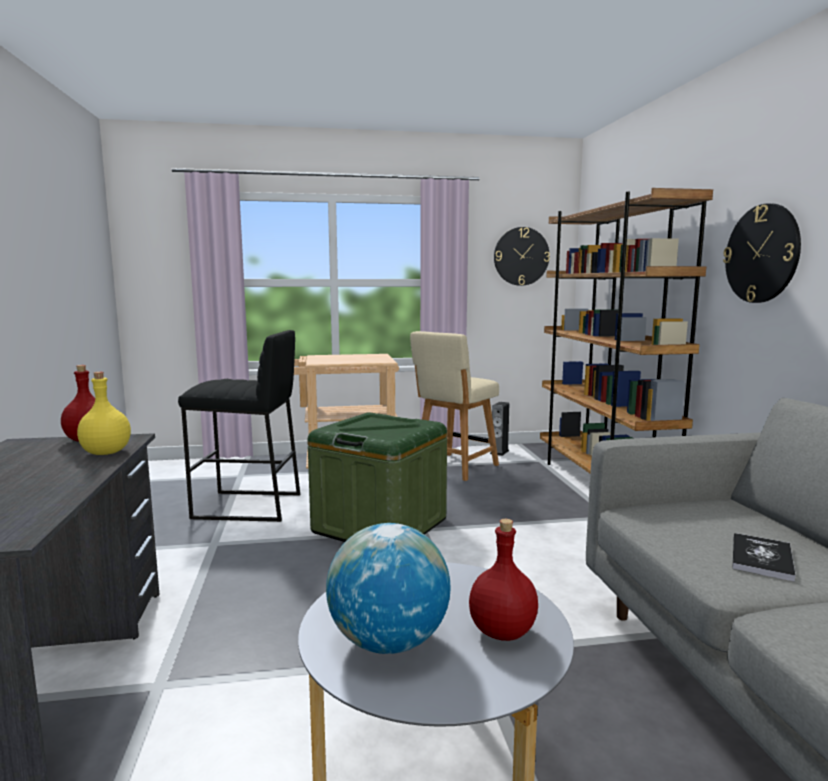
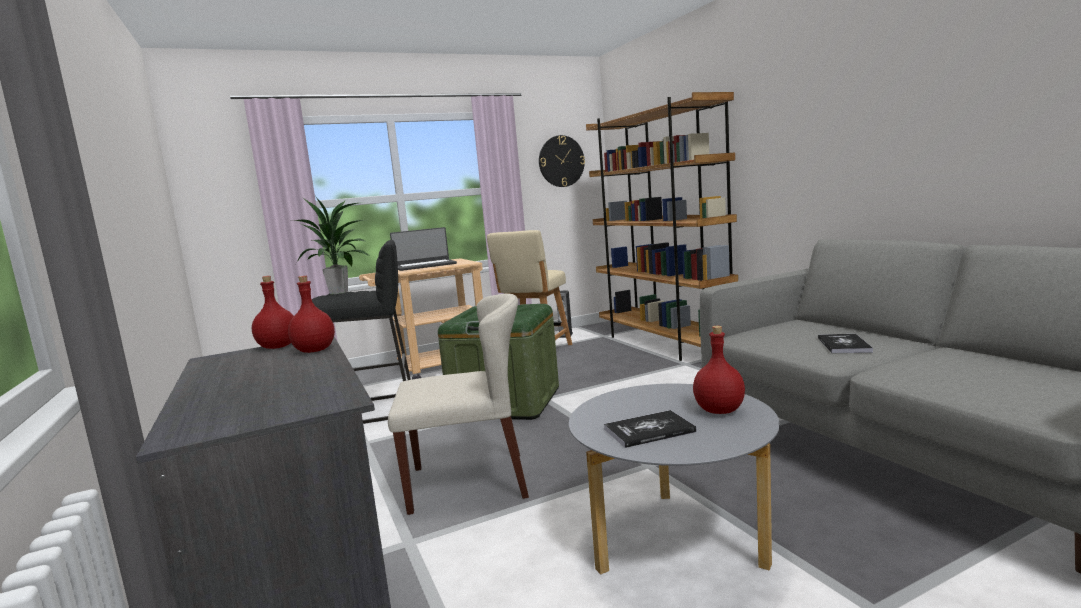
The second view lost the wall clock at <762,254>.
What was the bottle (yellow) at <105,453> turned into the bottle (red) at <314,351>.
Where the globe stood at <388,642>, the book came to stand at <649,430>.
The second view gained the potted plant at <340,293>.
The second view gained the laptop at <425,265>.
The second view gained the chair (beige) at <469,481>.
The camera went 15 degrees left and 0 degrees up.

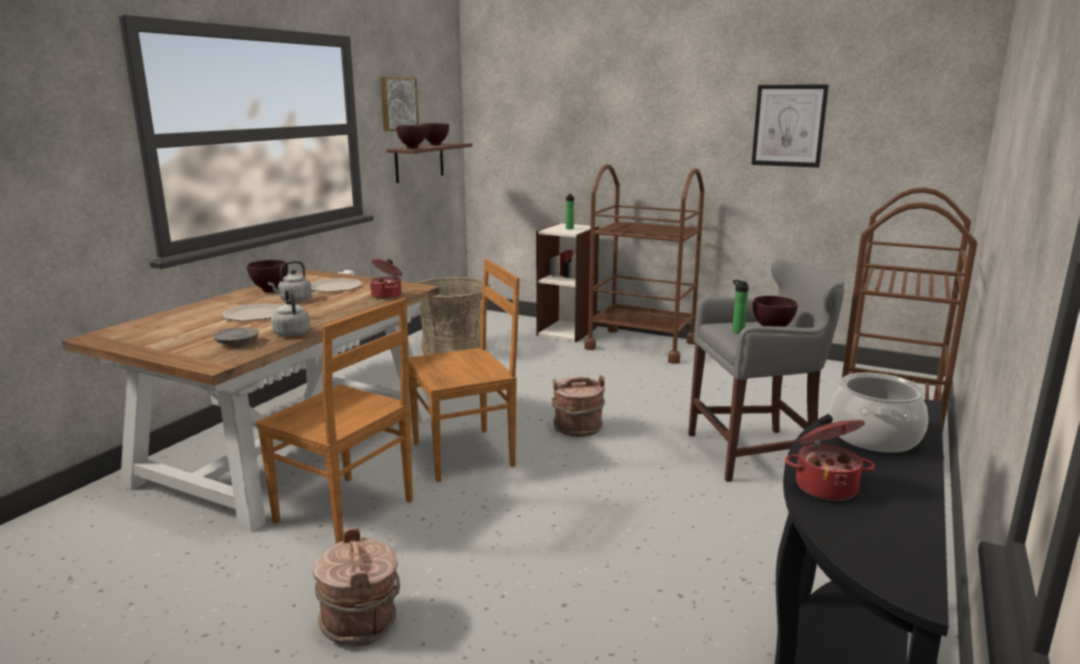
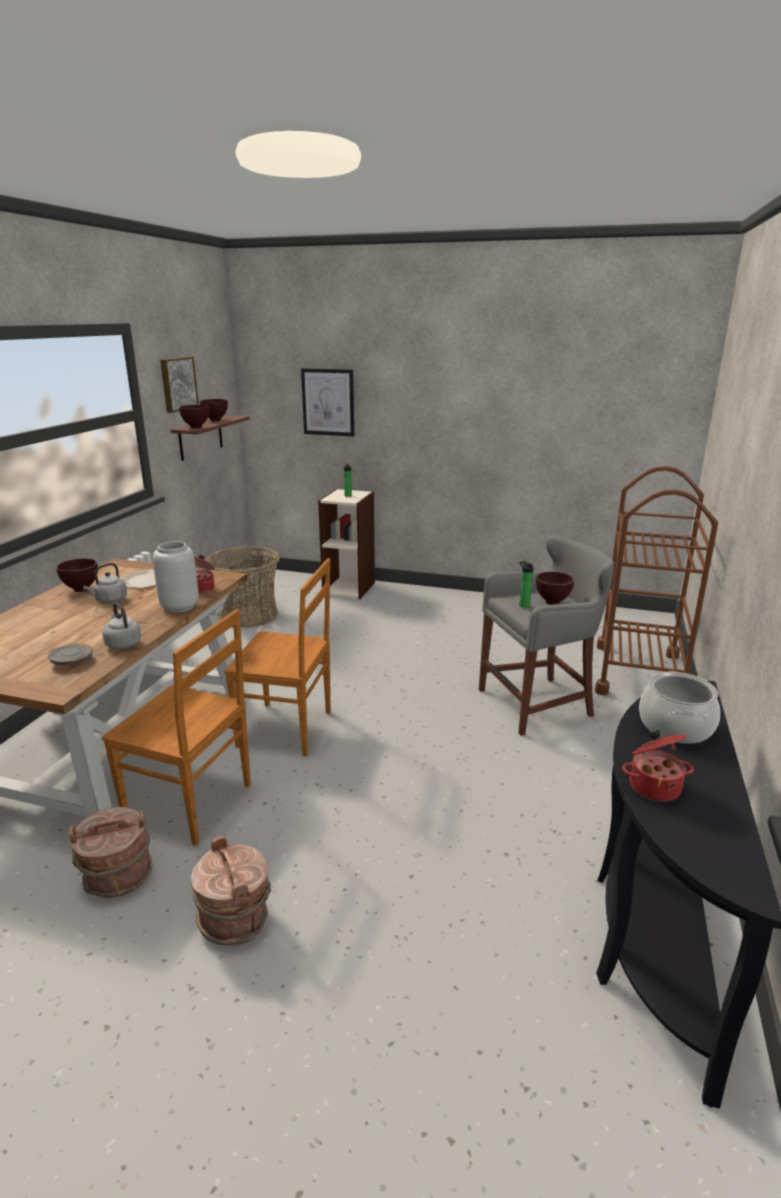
The picture ended up elsewhere, having gone from <789,125> to <328,402>.
The second view lost the cart (brown) at <641,345>.
The chair (brown) at <466,454> ended up facing another way, 45 degrees clockwise from before.
The second view lost the plate at <254,314>.
The bucket (brown) ended up elsewhere, having gone from <577,428> to <118,877>.
The second view gained the vase (grey) at <180,607>.
The camera went 10 degrees left and 5 degrees up.

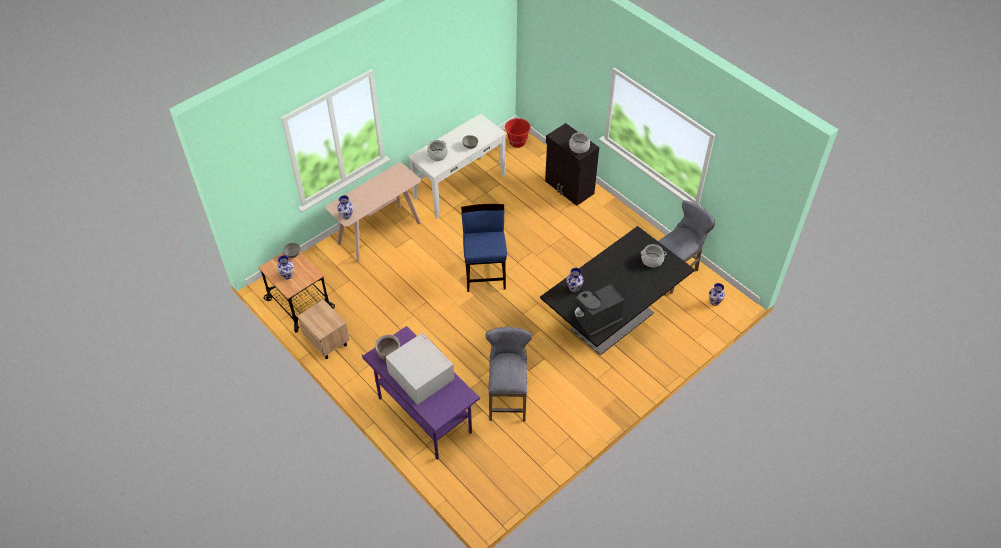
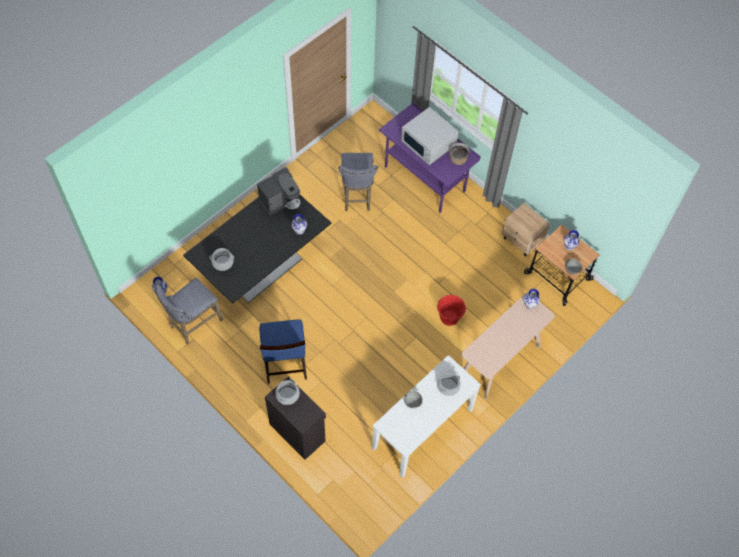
The bucket (red) ended up elsewhere, having gone from <517,142> to <449,318>.
The chair (blue) ended up elsewhere, having gone from <485,274> to <285,363>.
The camera went 175 degrees right and 10 degrees up.

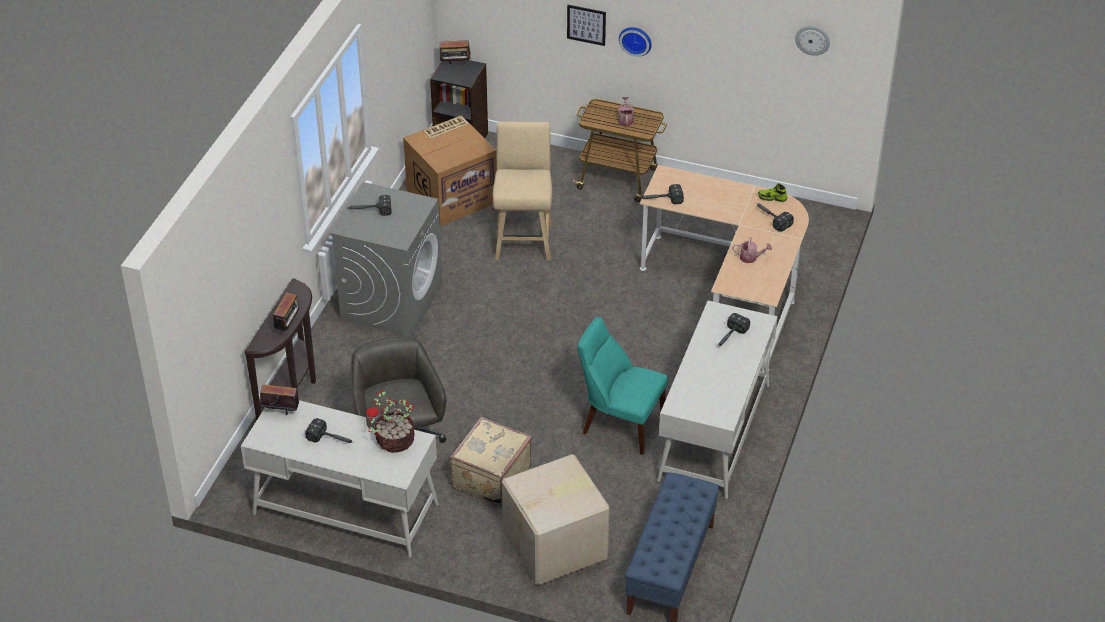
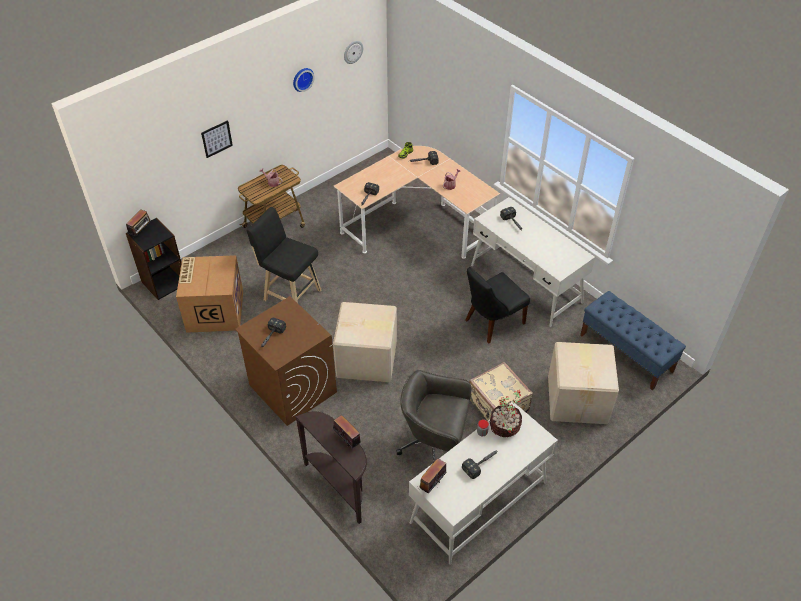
The wall clock ended up elsewhere, having gone from <636,40> to <302,79>.
What was the stool (beige) at <523,239> turned into the stool (black) at <290,294>.
What was the washing machine (grey) at <392,301> turned into the washing machine (brown) at <292,388>.
What was the chair (turquoise) at <619,424> turned into the chair (black) at <492,322>.
The second view gained the cardboard box at <367,360>.
The camera went 60 degrees left and 5 degrees up.

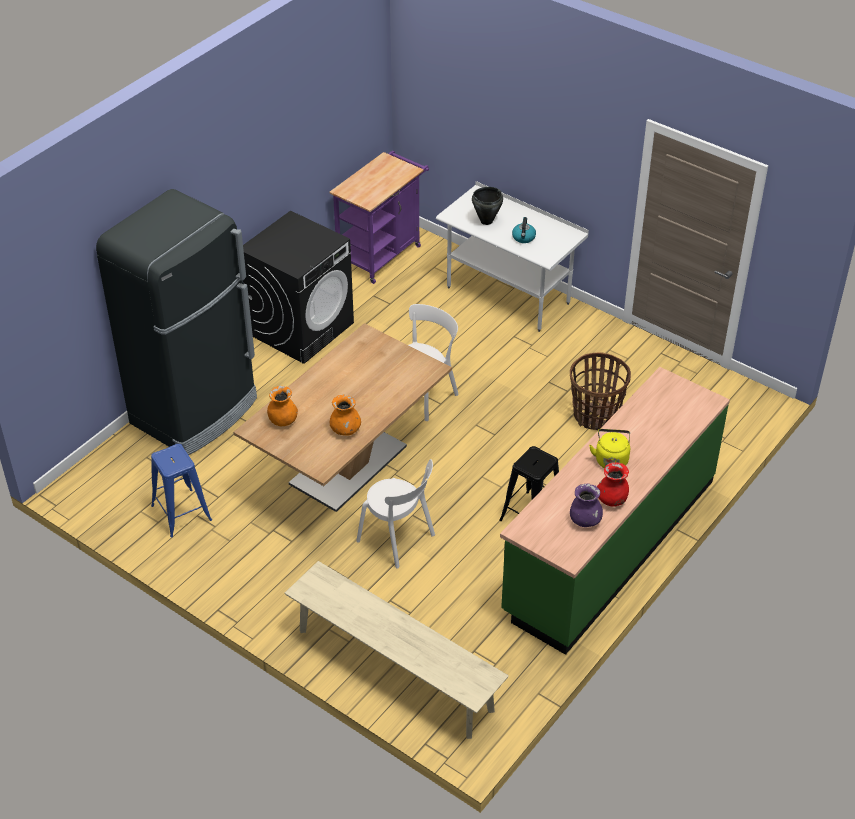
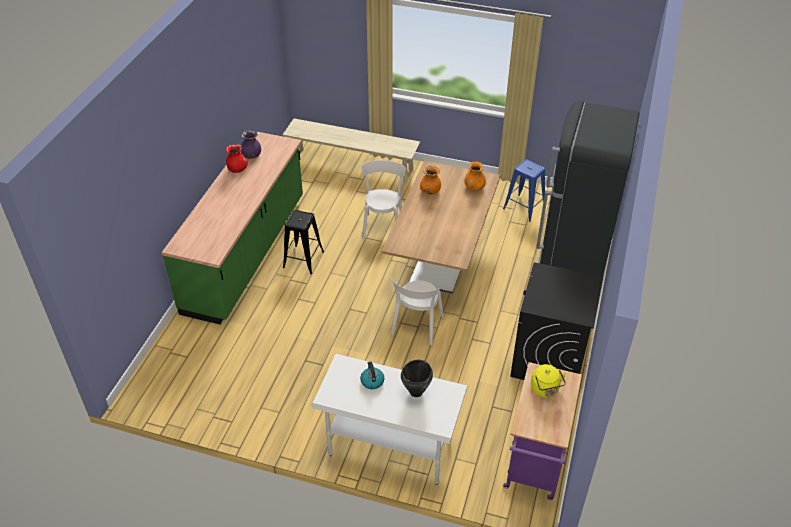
The second view lost the basket at <595,416>.
The kettle (yellow) ended up elsewhere, having gone from <611,459> to <545,390>.
The chair (white) at <398,539> ended up facing another way, 75 degrees clockwise from before.
The camera went 160 degrees right and 0 degrees up.

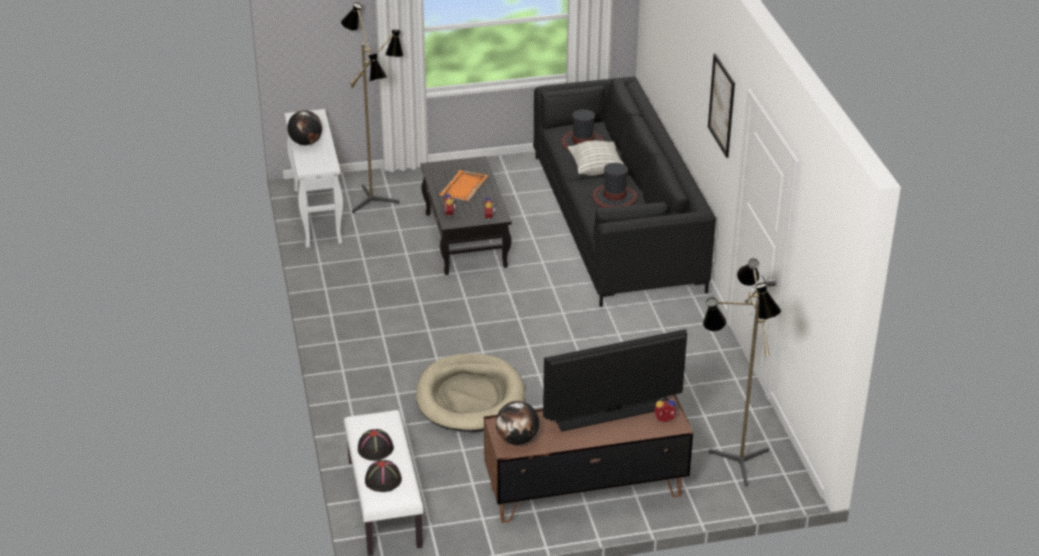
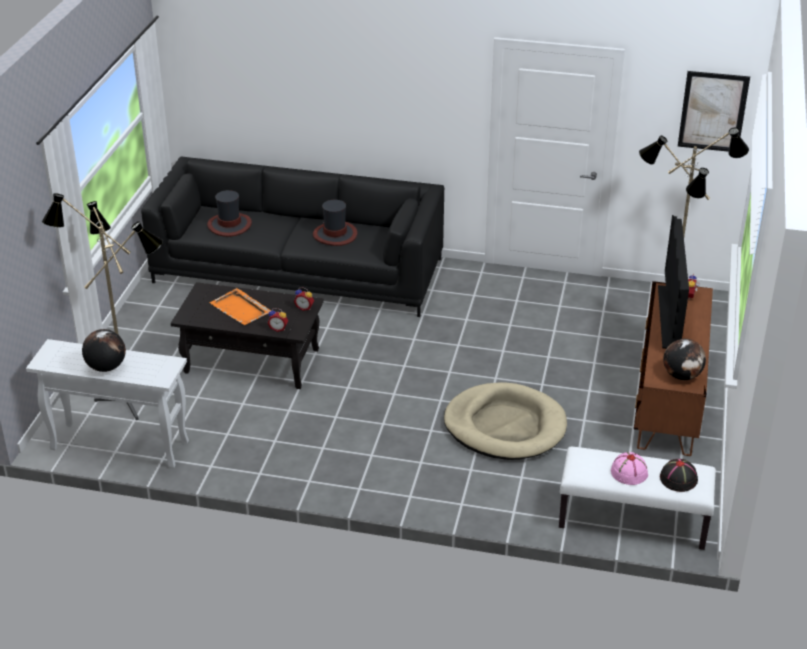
The picture ended up elsewhere, having gone from <721,105> to <713,111>.
The second view lost the pillow at <596,169>.
What was the hat (black) at <375,448> turned into the hat (pink) at <628,472>.
The camera went 65 degrees left and 0 degrees up.

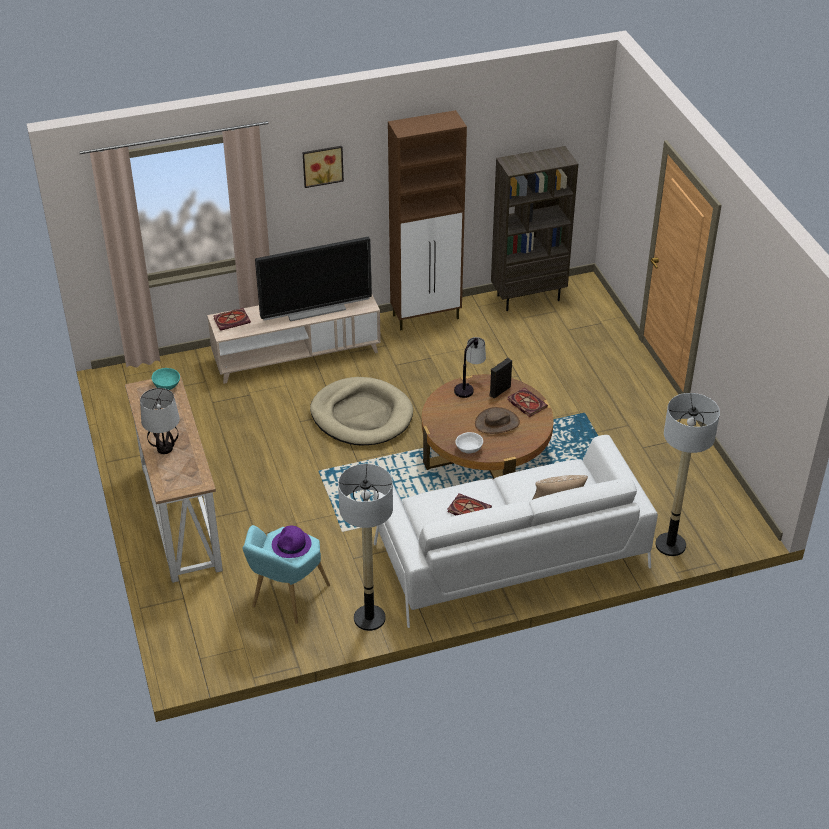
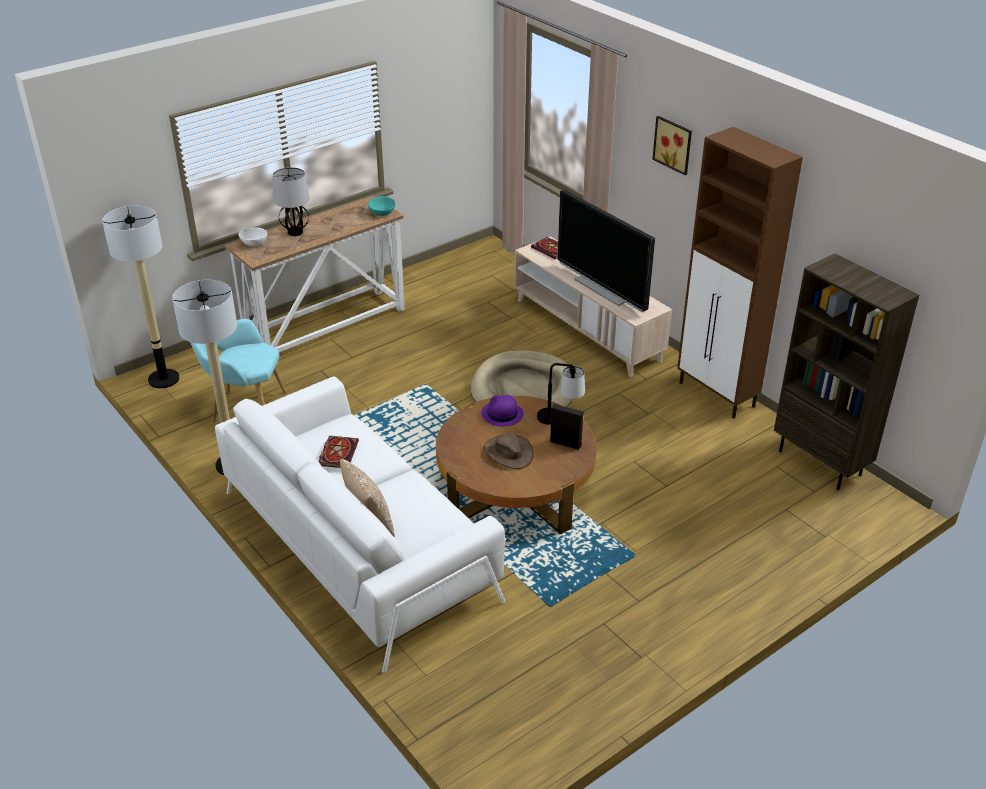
The second view lost the book at <526,403>.
The floor lamp ended up elsewhere, having gone from <670,545> to <163,379>.
The bowl (white) ended up elsewhere, having gone from <469,449> to <254,243>.
The hat (purple) ended up elsewhere, having gone from <291,545> to <502,414>.
The camera went 70 degrees right and 5 degrees down.

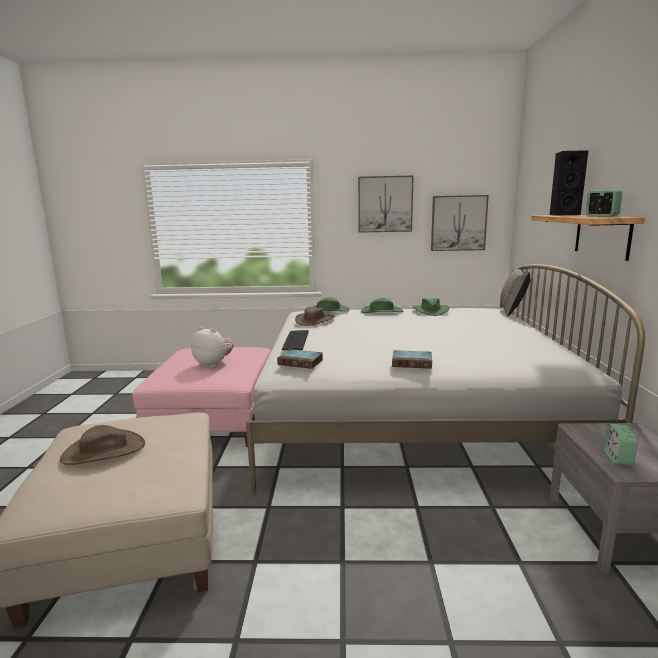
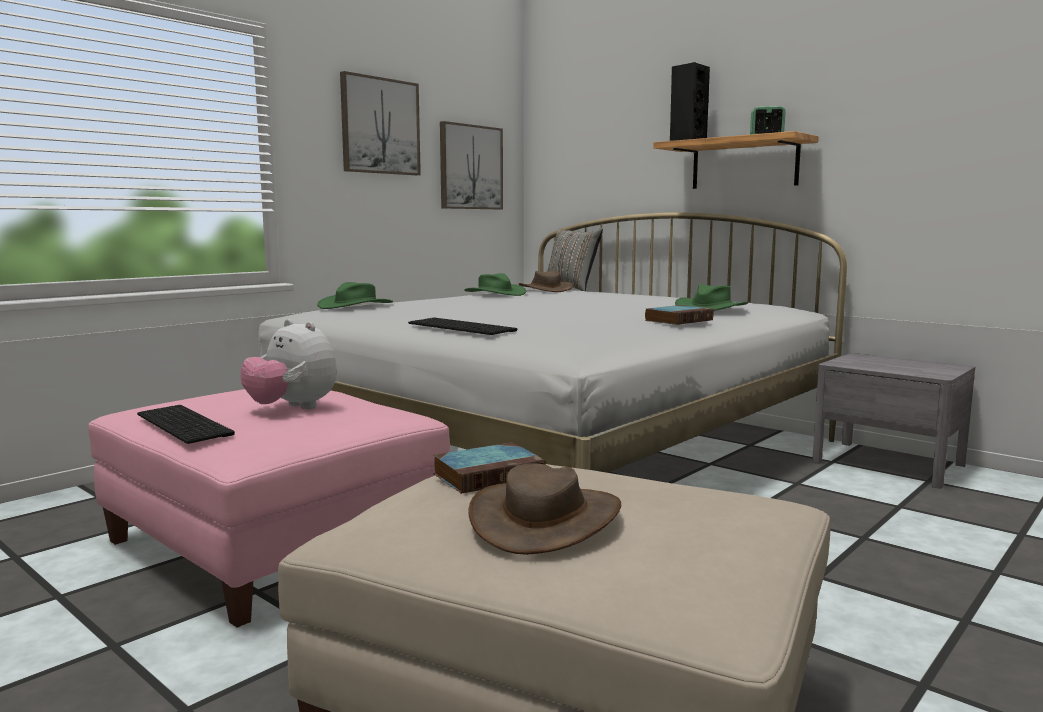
The hat (green) ended up elsewhere, having gone from <381,311> to <710,309>.
The hat (brown) ended up elsewhere, having gone from <315,320> to <545,289>.
The plush toy at <214,364> ended up facing another way, 120 degrees counterclockwise from before.
The book ended up elsewhere, having gone from <301,362> to <490,475>.
The second view lost the alarm clock at <617,458>.
The second view gained the keyboard at <187,424>.
The camera went 50 degrees left and 5 degrees down.

